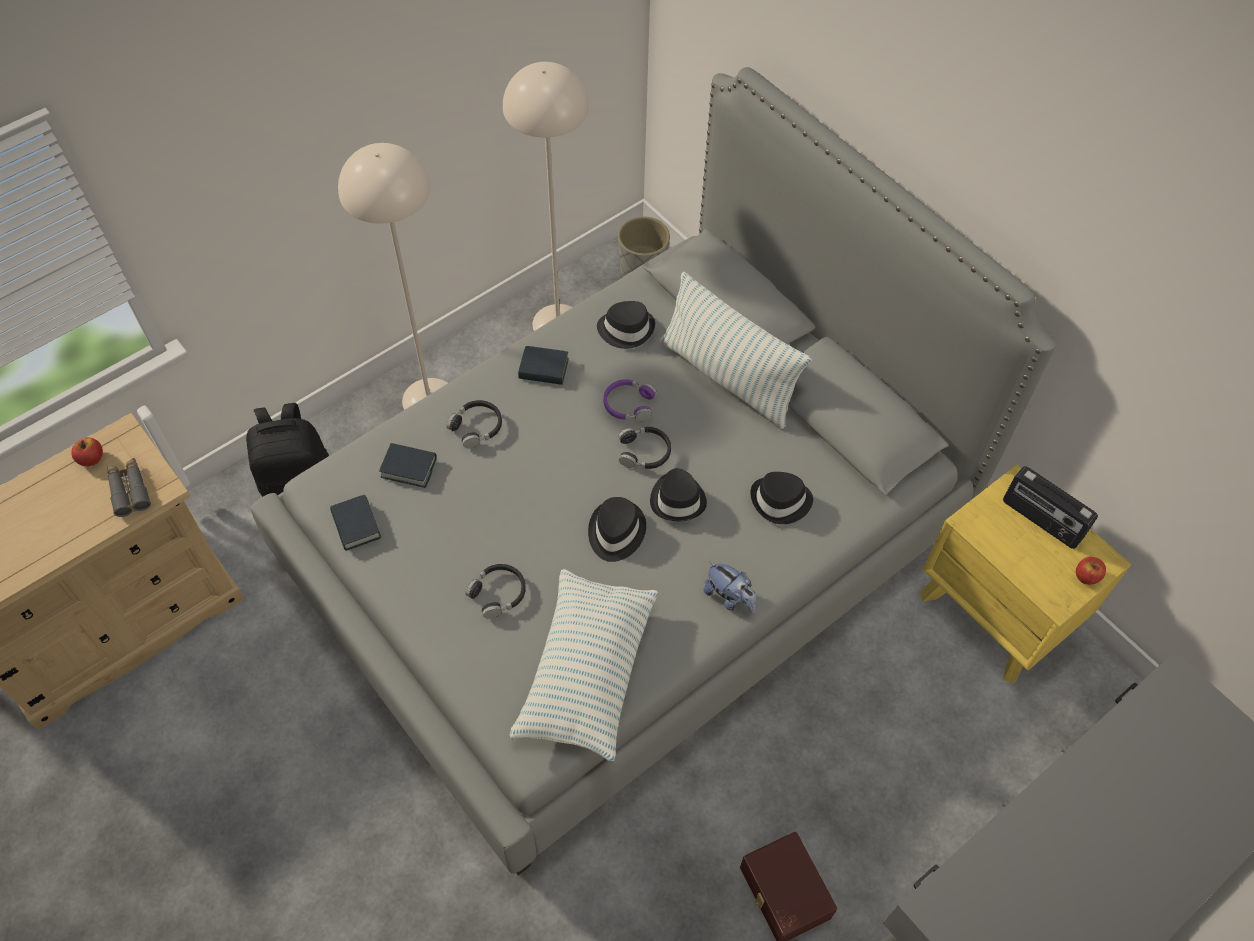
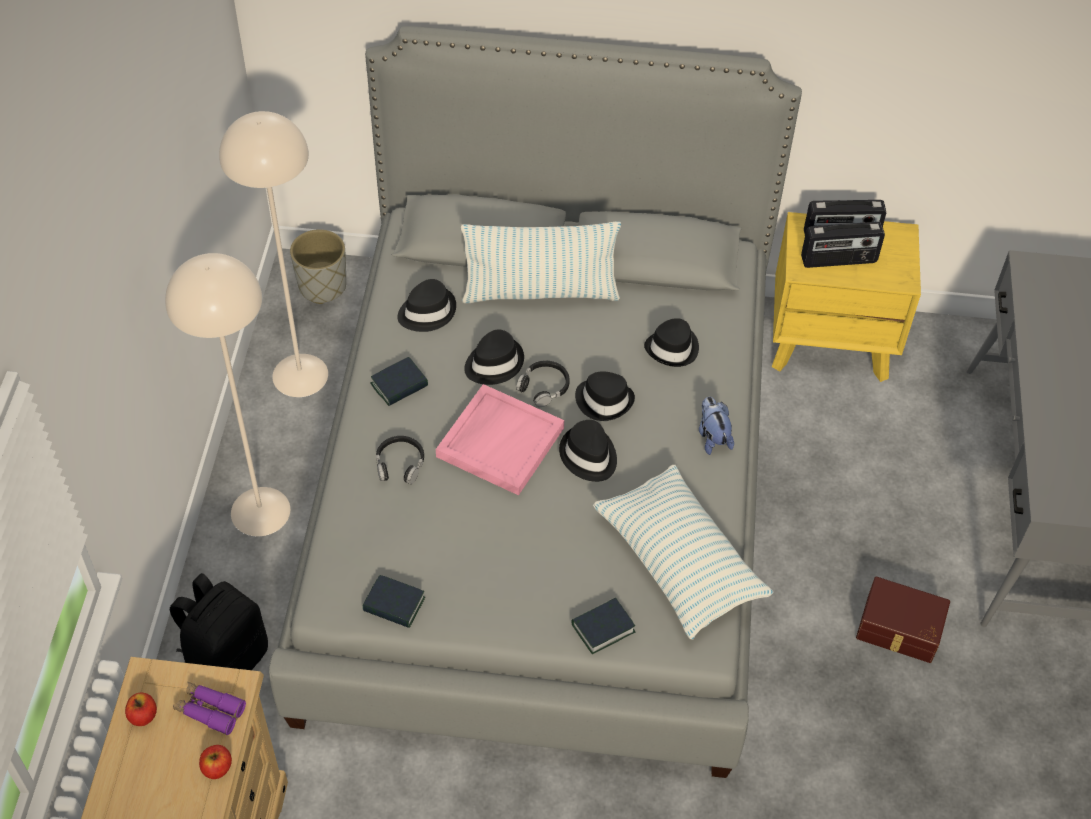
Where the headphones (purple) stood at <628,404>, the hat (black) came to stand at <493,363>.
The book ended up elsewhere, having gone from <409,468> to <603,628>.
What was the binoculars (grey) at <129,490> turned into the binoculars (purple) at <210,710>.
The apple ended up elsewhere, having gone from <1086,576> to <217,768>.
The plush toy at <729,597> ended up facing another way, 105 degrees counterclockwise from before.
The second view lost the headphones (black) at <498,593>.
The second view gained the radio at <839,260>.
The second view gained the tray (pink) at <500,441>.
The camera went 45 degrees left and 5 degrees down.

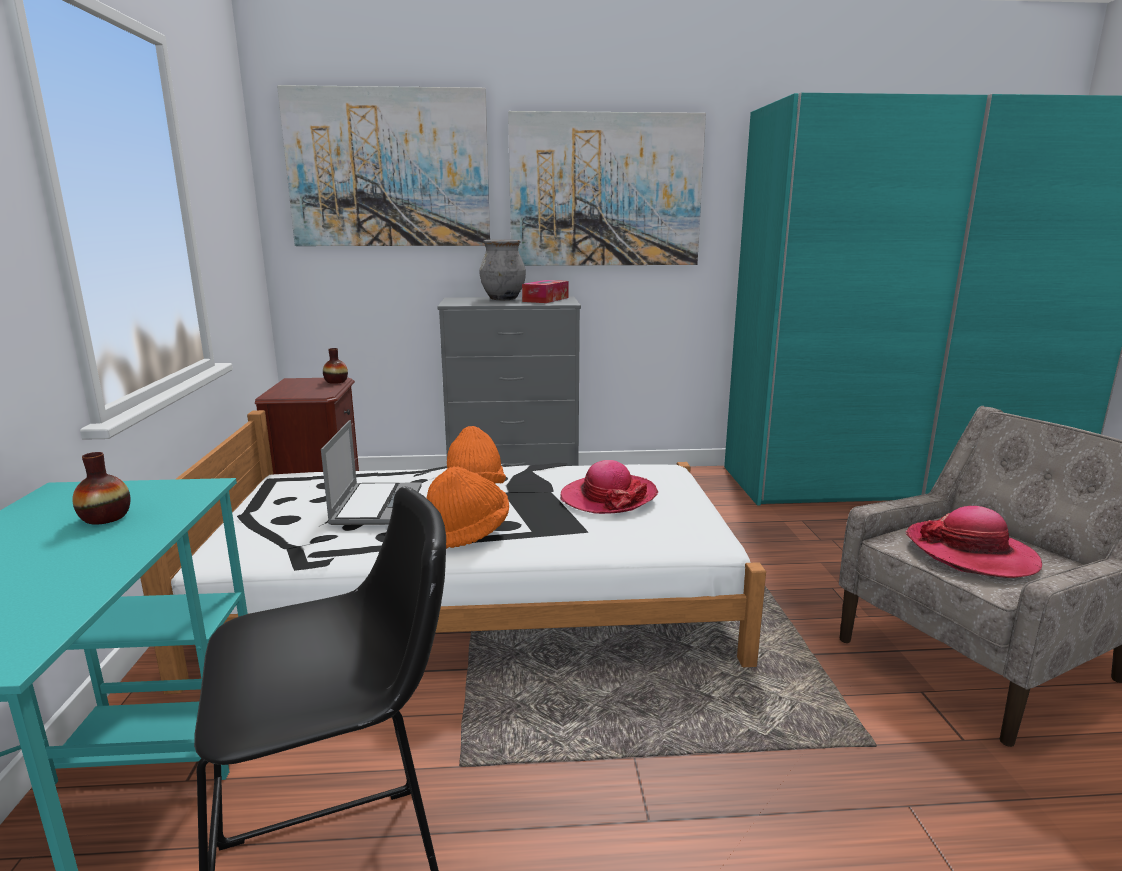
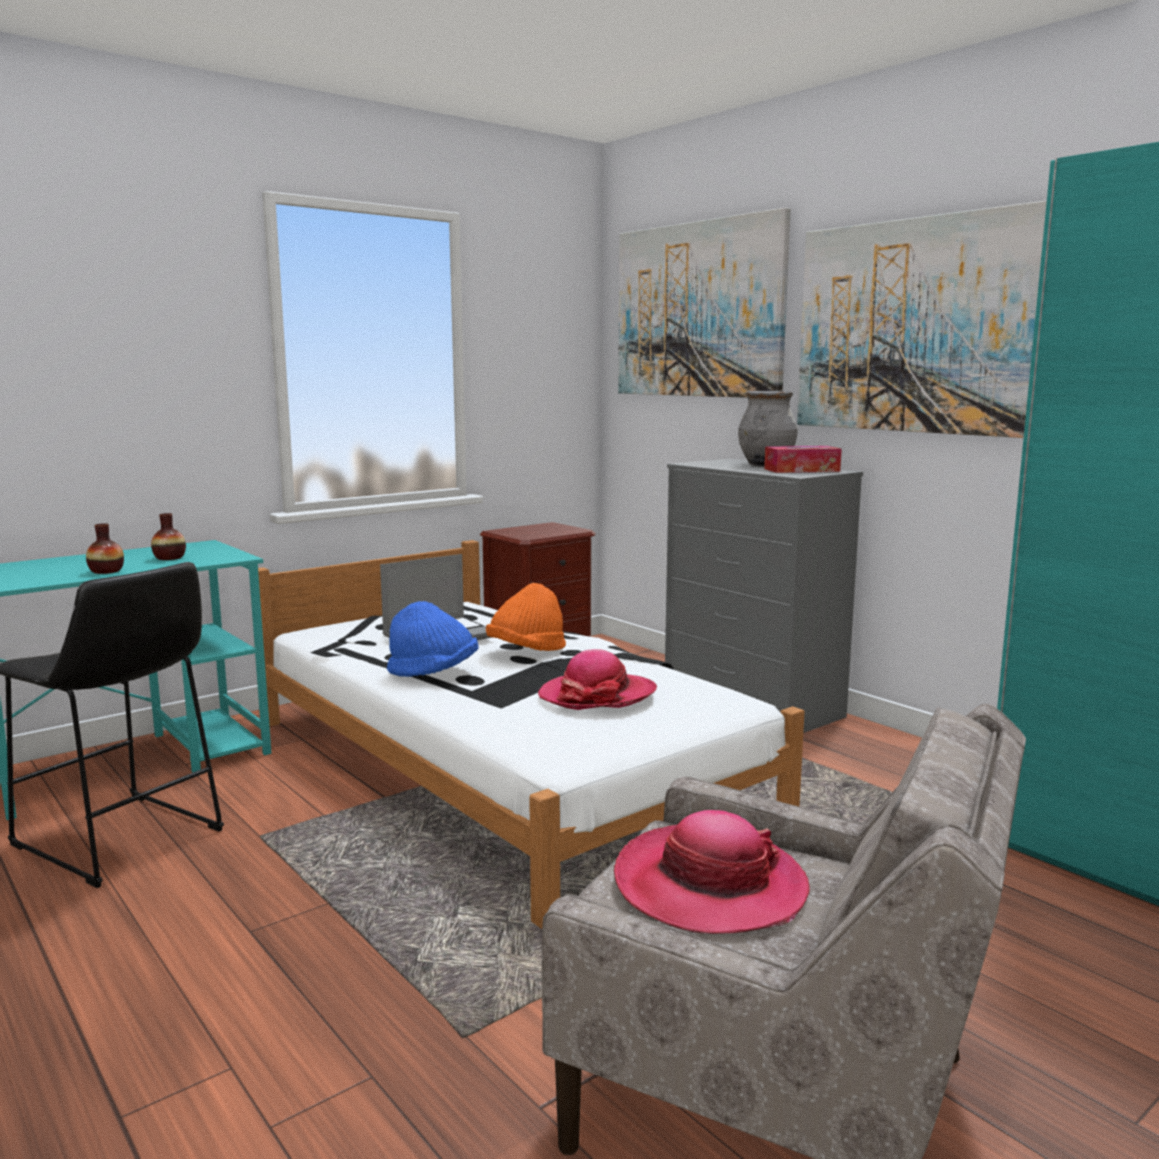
The vase ended up elsewhere, having gone from <336,381> to <106,571>.
What was the hat (orange) at <466,533> turned into the hat (blue) at <434,673>.
The camera went 55 degrees right and 5 degrees down.

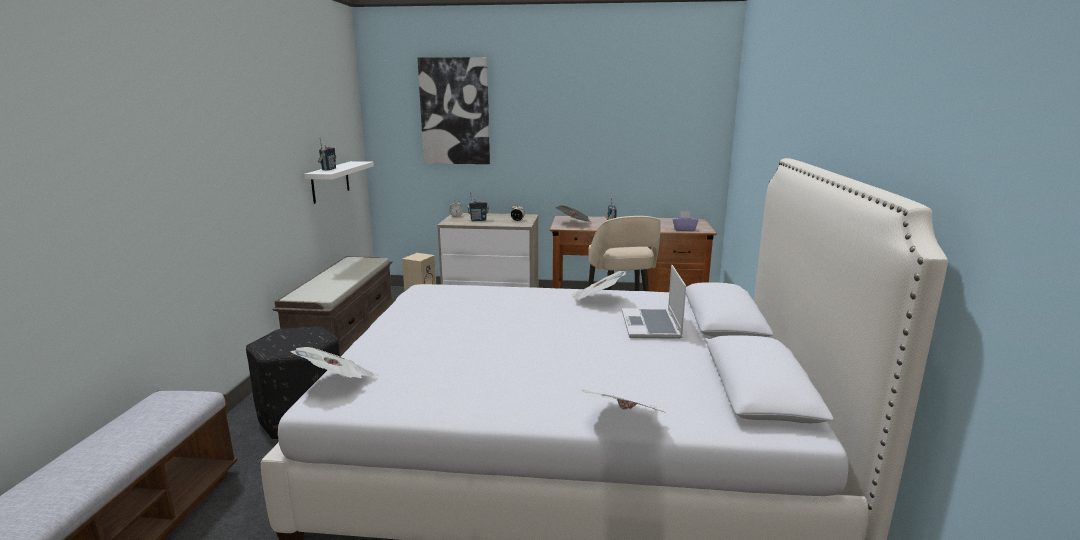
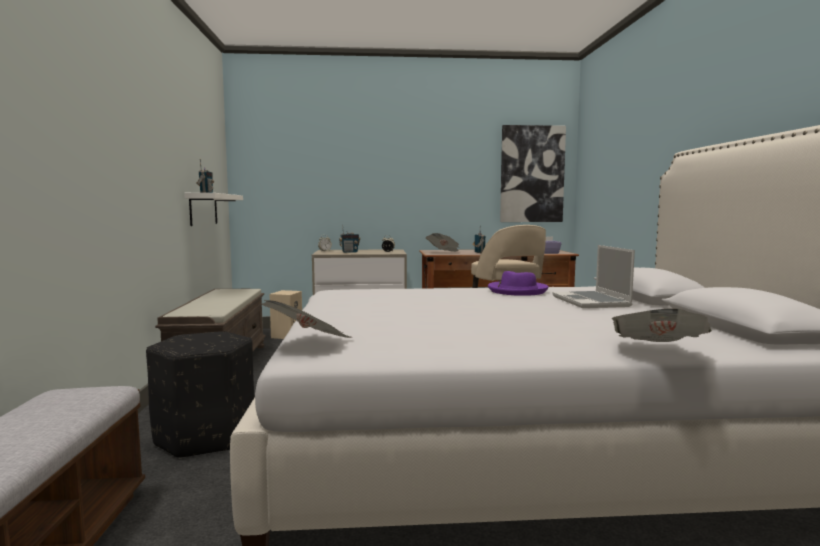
The picture ended up elsewhere, having gone from <455,111> to <532,174>.
Where the newspaper stood at <596,299>, the hat (purple) came to stand at <517,291>.
The camera went 10 degrees left and 10 degrees down.

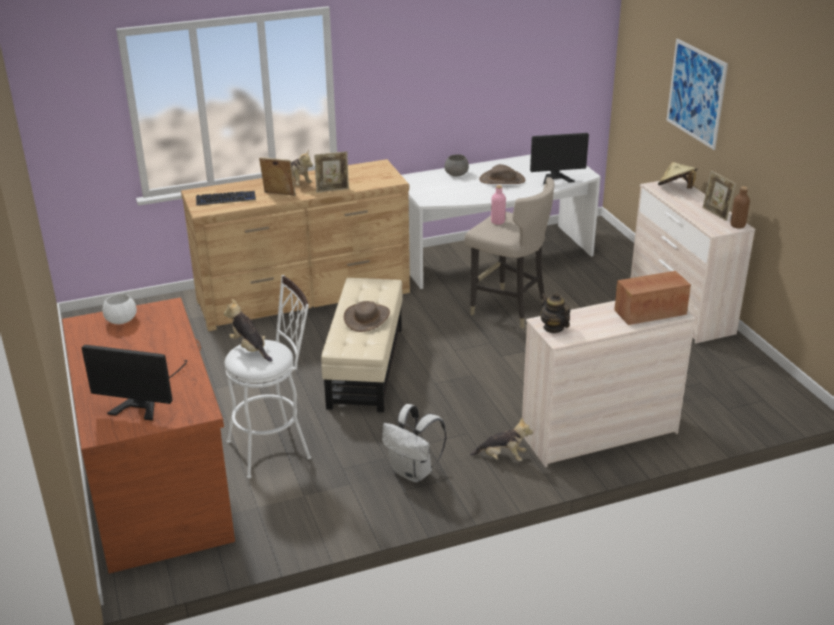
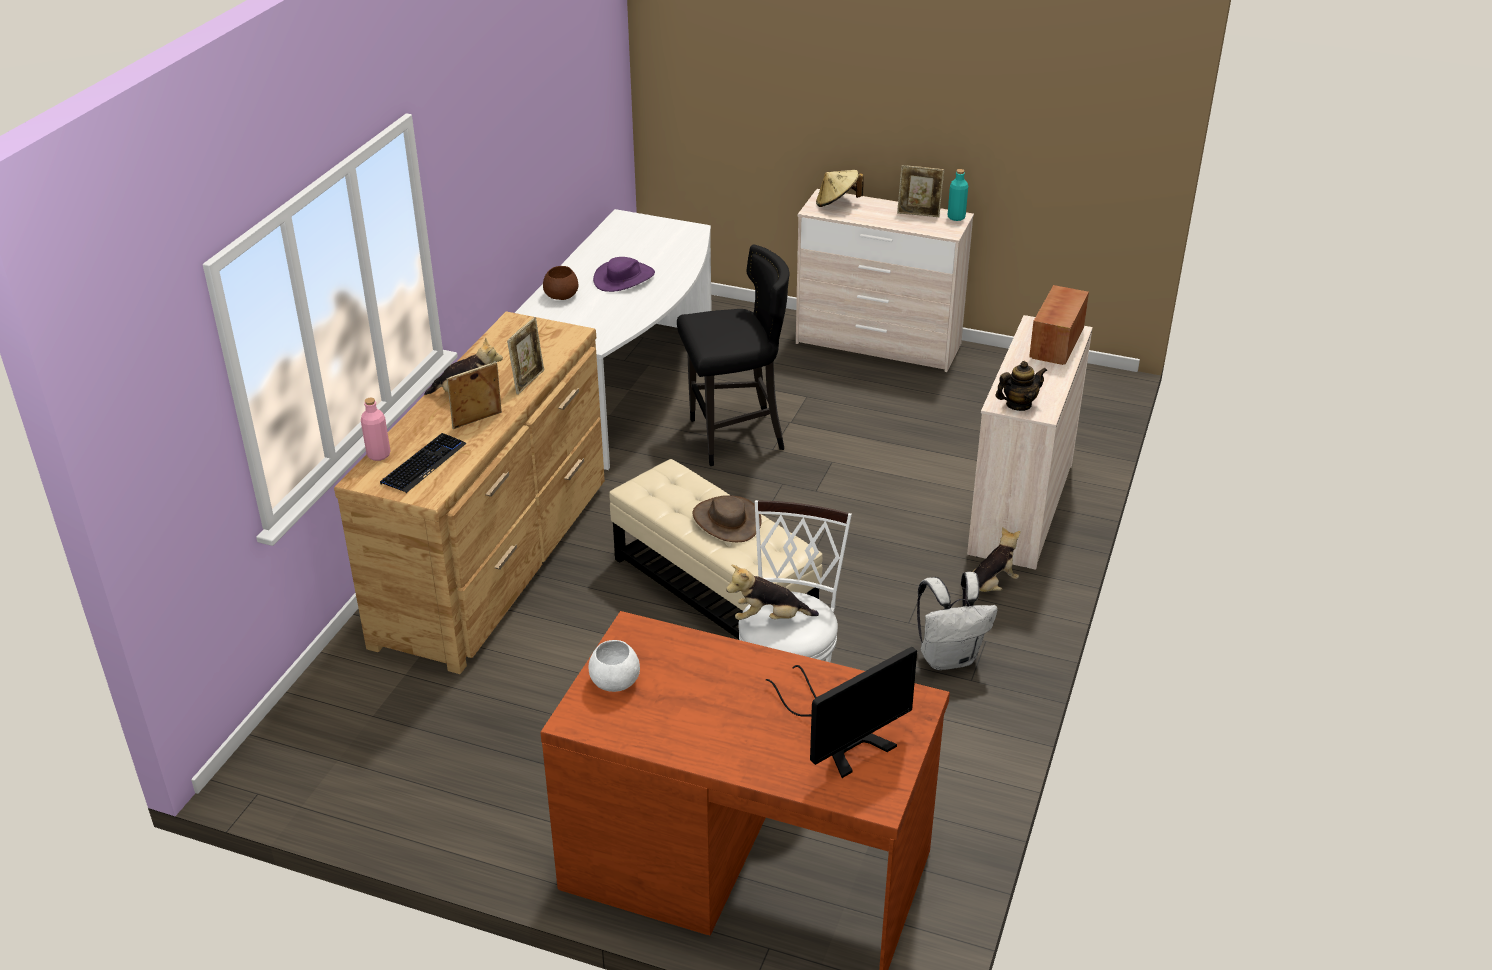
The second view lost the picture at <696,93>.
The second view lost the monitor at <554,175>.
What was the bowl (grey) at <456,174> turned into the bowl (brown) at <561,295>.
What was the hat (brown) at <502,180> turned into the hat (purple) at <624,278>.
What was the stool (beige) at <508,309> turned into the stool (black) at <734,438>.
The bottle (pink) ended up elsewhere, having gone from <497,222> to <378,455>.
What was the bottle (brown) at <737,225> turned into the bottle (turquoise) at <956,217>.
The teapot at <553,328> ended up facing another way, 150 degrees clockwise from before.
The camera went 50 degrees left and 5 degrees up.

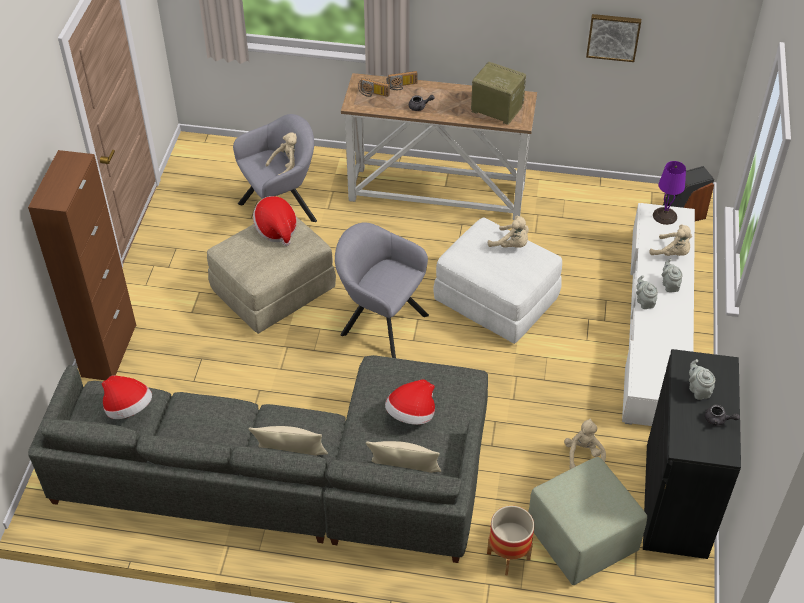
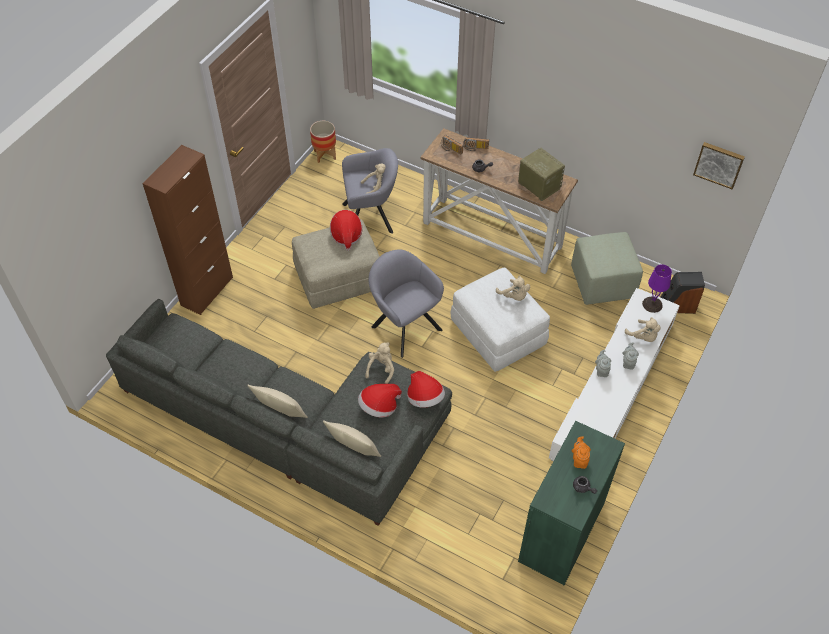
The picture ended up elsewhere, having gone from <613,36> to <719,164>.
What was the cabinet (black) at <676,500> turned into the cabinet (green) at <561,532>.
What was the teapot (grey) at <698,390> turned into the teapot (orange) at <579,460>.
The hat ended up elsewhere, having gone from <128,408> to <425,398>.
The plush toy (beige) ended up elsewhere, having gone from <583,455> to <381,369>.
The ottoman (green) ended up elsewhere, having gone from <583,539> to <603,283>.
The planter ended up elsewhere, having gone from <508,556> to <324,155>.
The camera went 20 degrees right and 5 degrees up.

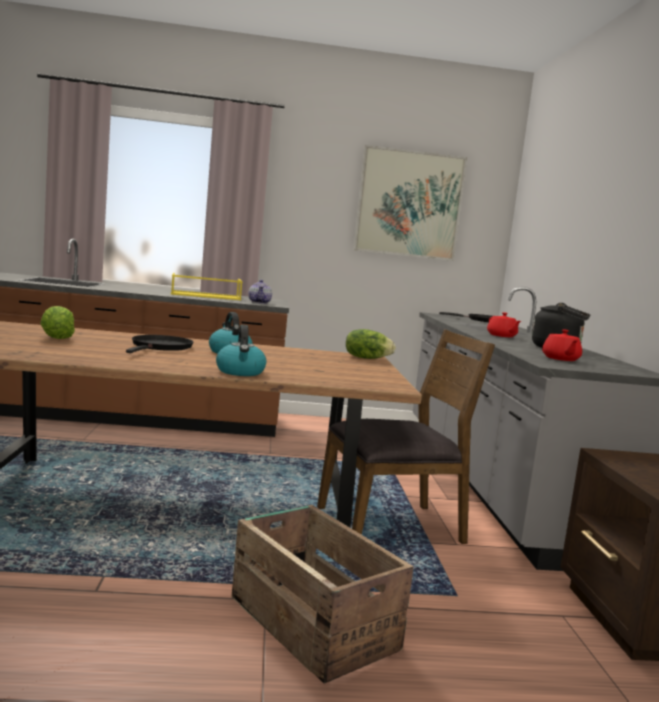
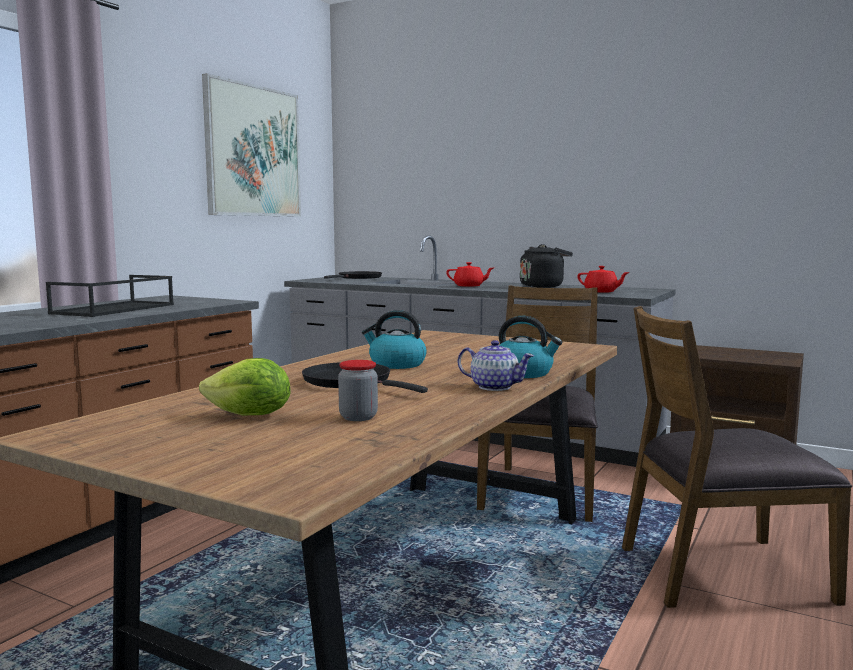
What was the tray (yellow) at <205,295> turned into the tray (black) at <114,309>.
The teapot ended up elsewhere, having gone from <259,302> to <494,387>.
The second view lost the lettuce at <366,358>.
Where the crate stood at <312,622>, the chair (brown) came to stand at <720,572>.
The second view gained the jar at <358,417>.
The camera went 55 degrees left and 0 degrees up.

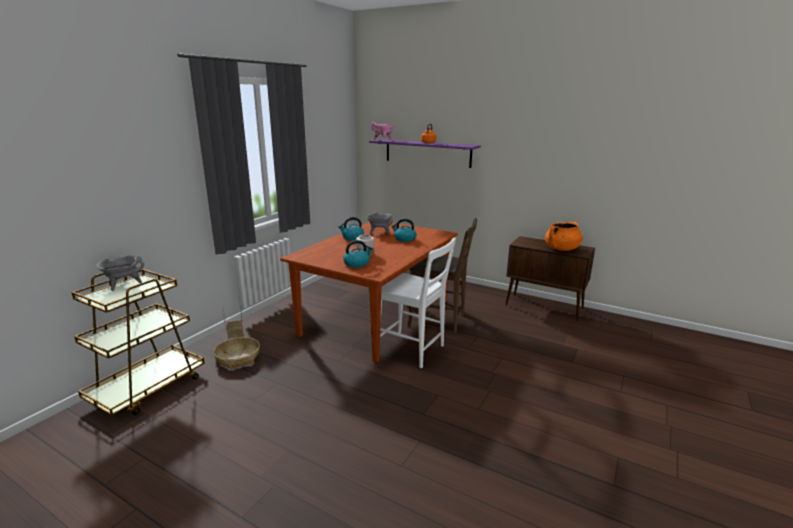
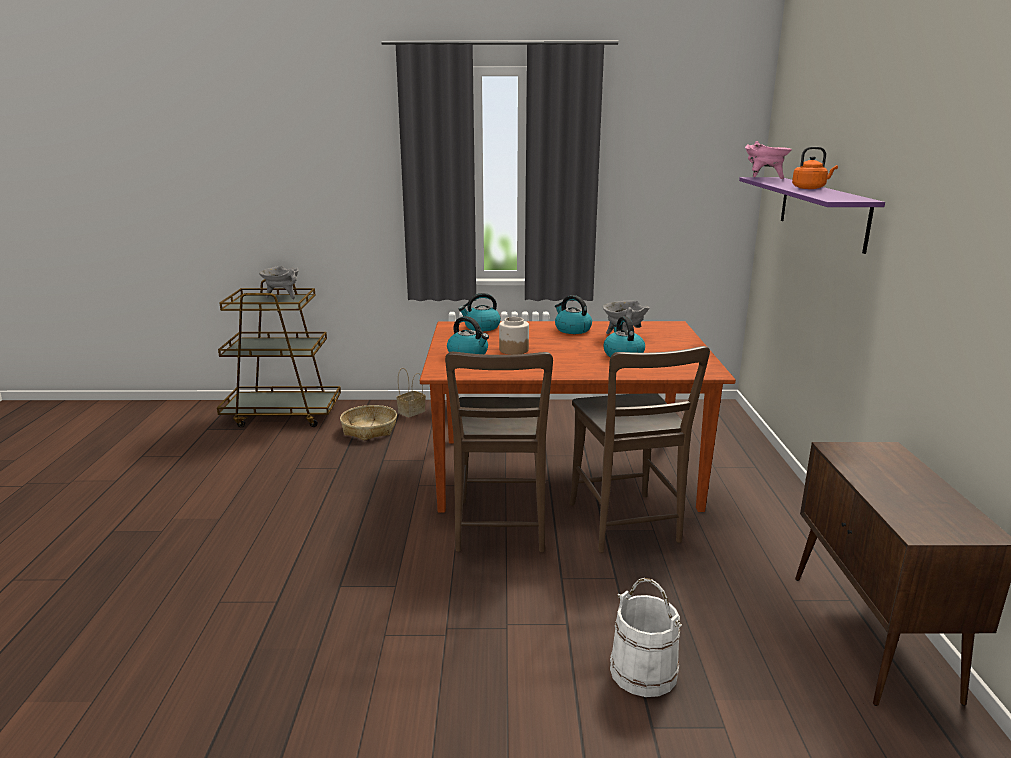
The second view lost the cooking pot (orange) at <561,249>.
What was the chair (white) at <413,350> turned into the chair (brown) at <500,529>.
The second view gained the kettle at <481,327>.
The second view gained the bucket (white) at <644,671>.
The camera went 60 degrees right and 0 degrees up.

